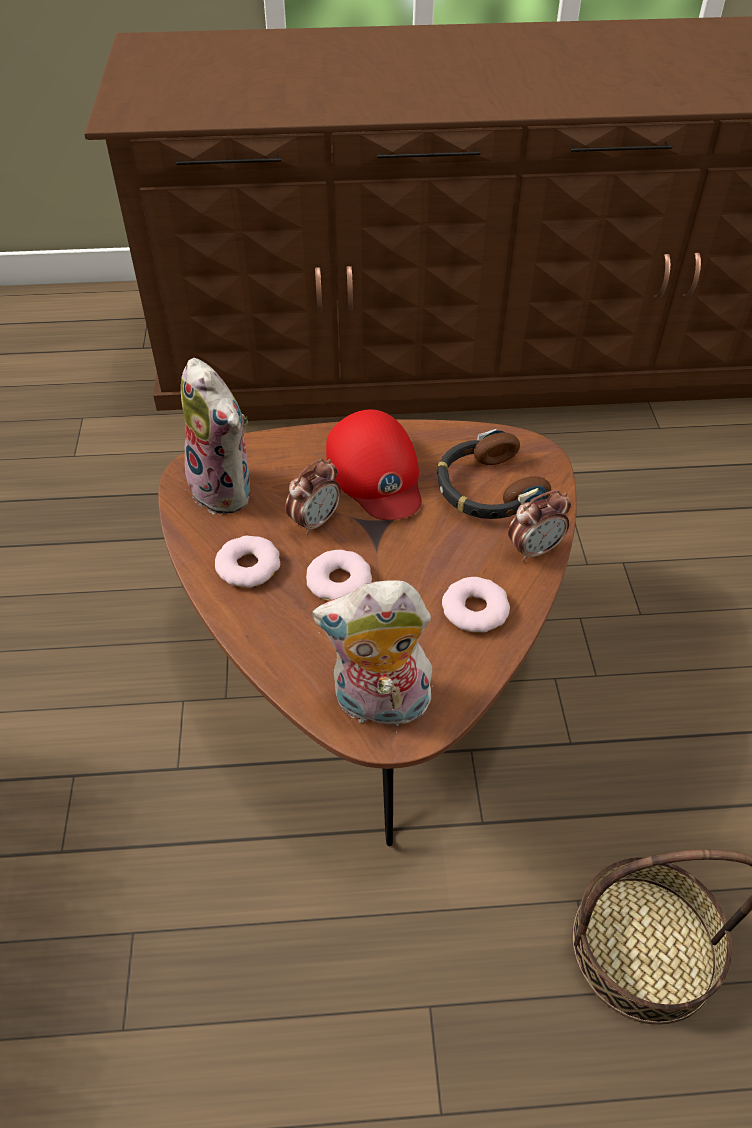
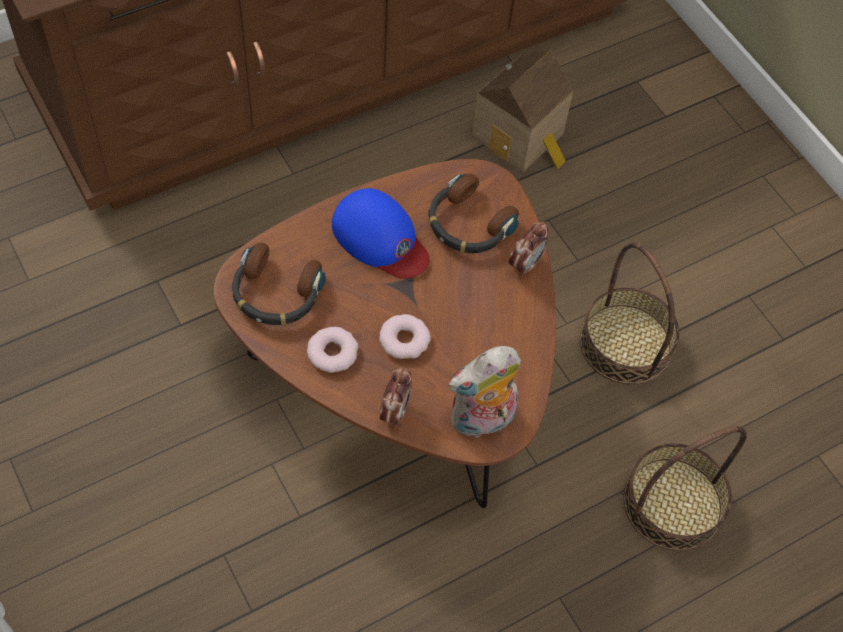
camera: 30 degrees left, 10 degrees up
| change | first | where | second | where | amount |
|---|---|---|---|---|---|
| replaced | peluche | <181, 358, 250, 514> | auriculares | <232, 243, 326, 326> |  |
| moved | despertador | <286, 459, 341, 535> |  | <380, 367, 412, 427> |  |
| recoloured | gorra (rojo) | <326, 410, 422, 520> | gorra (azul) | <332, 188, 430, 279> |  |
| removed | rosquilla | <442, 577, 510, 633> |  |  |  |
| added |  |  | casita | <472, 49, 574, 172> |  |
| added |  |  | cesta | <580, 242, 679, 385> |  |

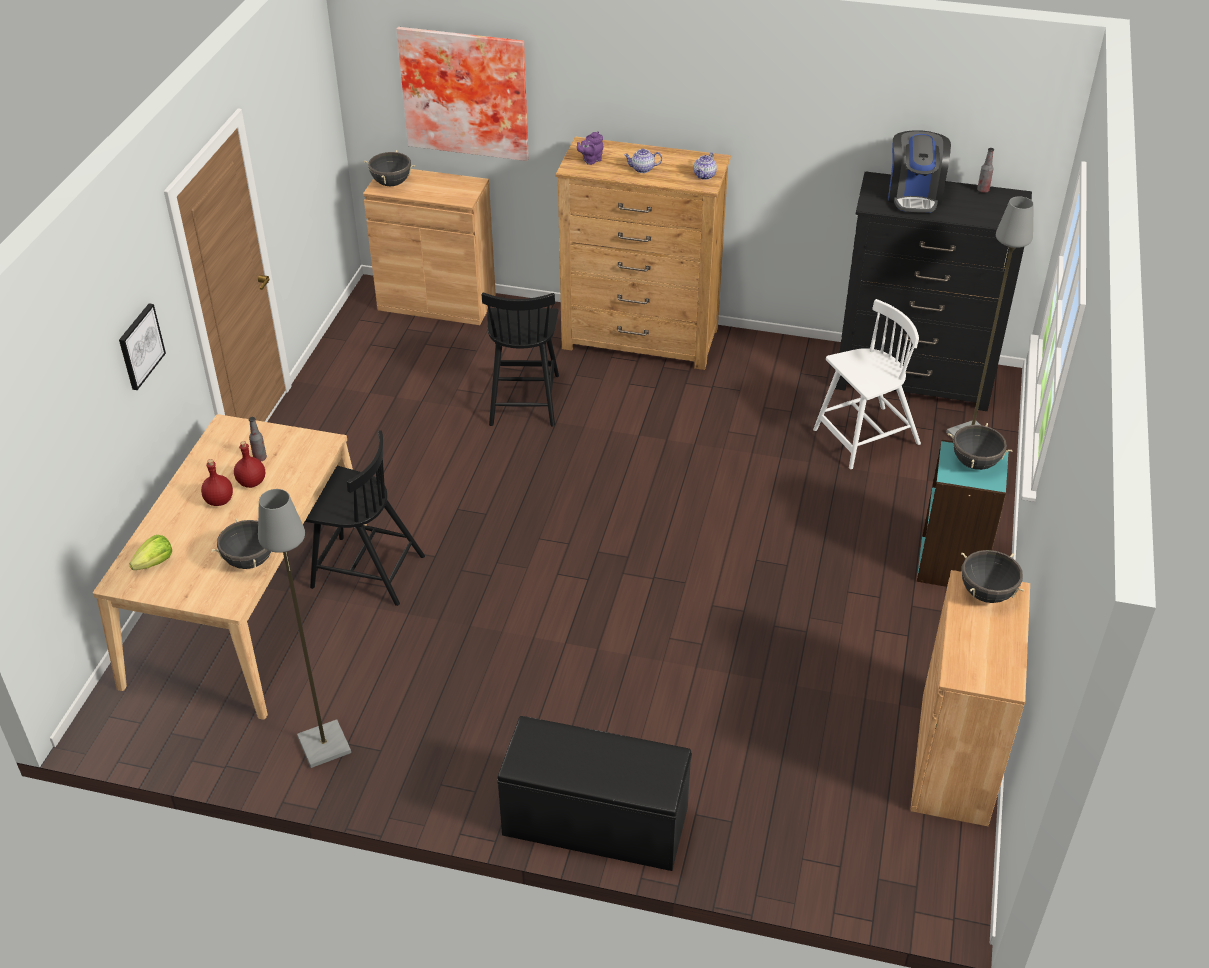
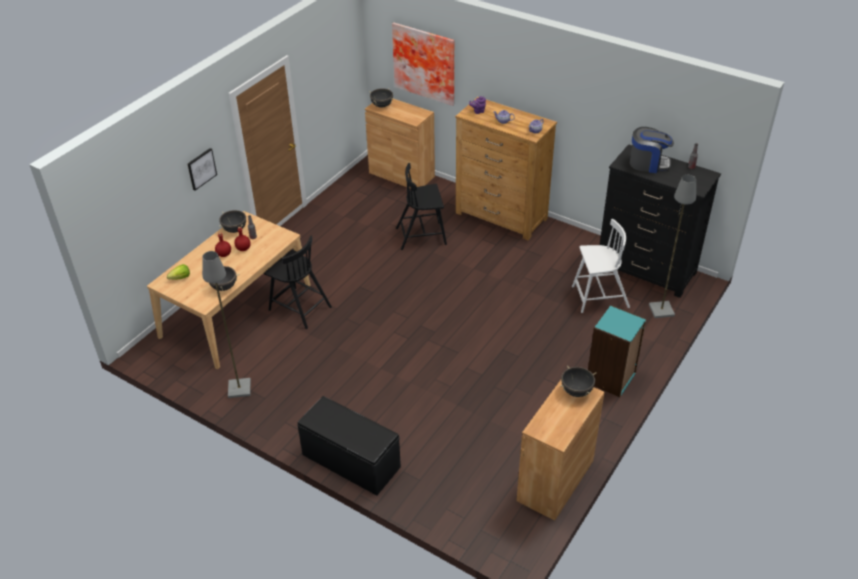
camera: 20 degrees right, 0 degrees up
| change | first | where | second | where | amount |
|---|---|---|---|---|---|
| turned | silla (negro) | <482, 292, 559, 427> |  | <396, 163, 447, 250> | 60 degrees clockwise |
| turned | cafetera | <888, 130, 951, 213> |  | <630, 127, 674, 173> | 105 degrees counterclockwise |
| moved | olla (negro) | <948, 423, 1013, 470> |  | <219, 210, 246, 233> |  |

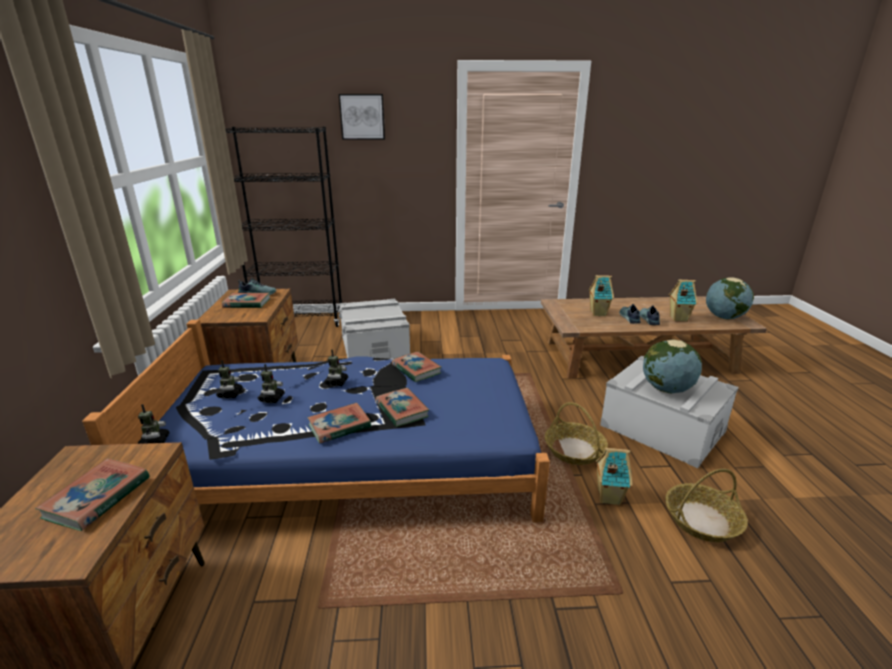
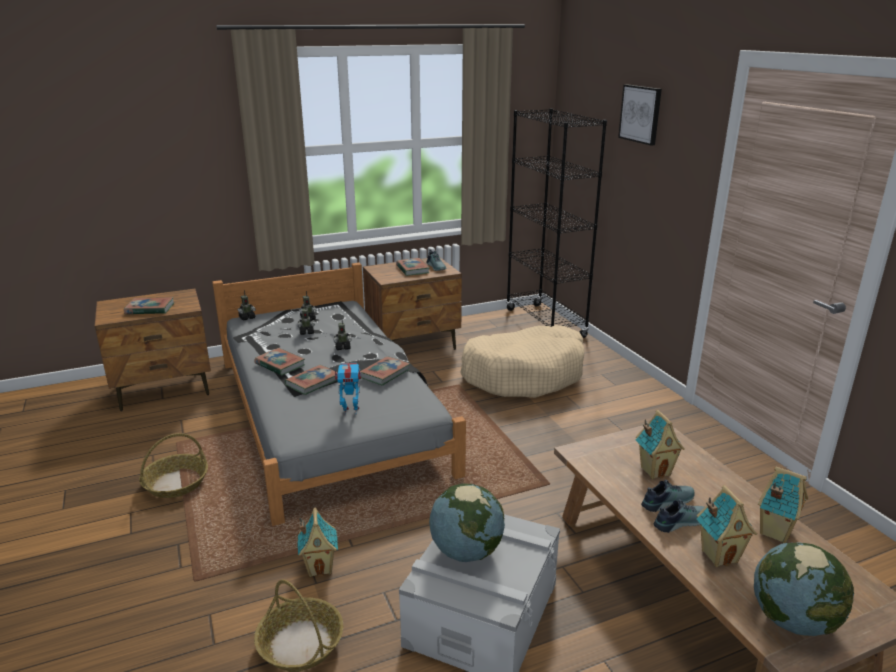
camera: 70 degrees right, 0 degrees up
| change | first | where | second | where | amount |
|---|---|---|---|---|---|
| recoloured | cama (azul) | <82, 320, 550, 523> | cama (gris) | <212, 263, 466, 526> |  |
| replaced | caja de almacenaje (gris) | <338, 299, 410, 358> | cama para perro (beis) | <460, 325, 584, 398> |  |
| moved | cesta | <545, 402, 608, 465> |  | <139, 433, 208, 498> |  |
| added |  |  | robot de juguete | <334, 363, 361, 415> |  |
| added |  |  | casita | <758, 466, 808, 543> |  |

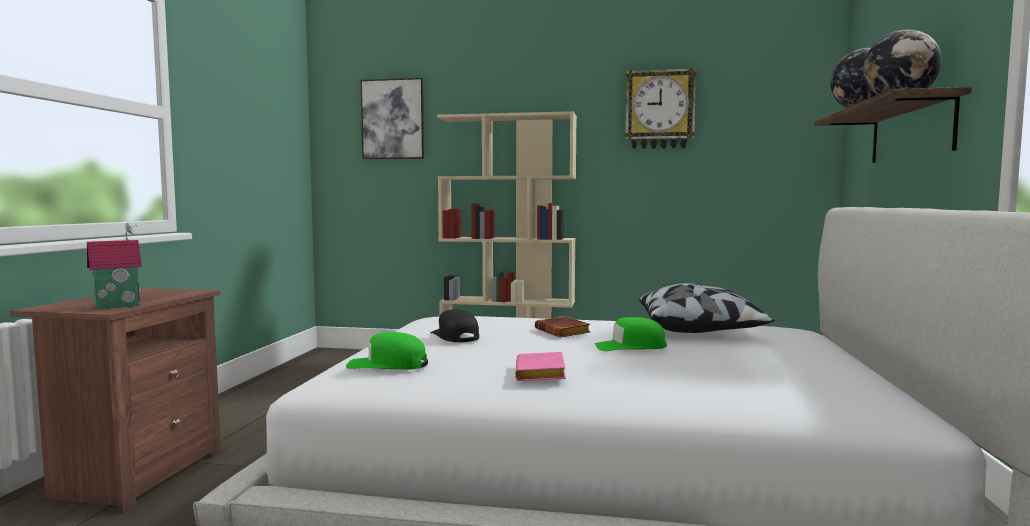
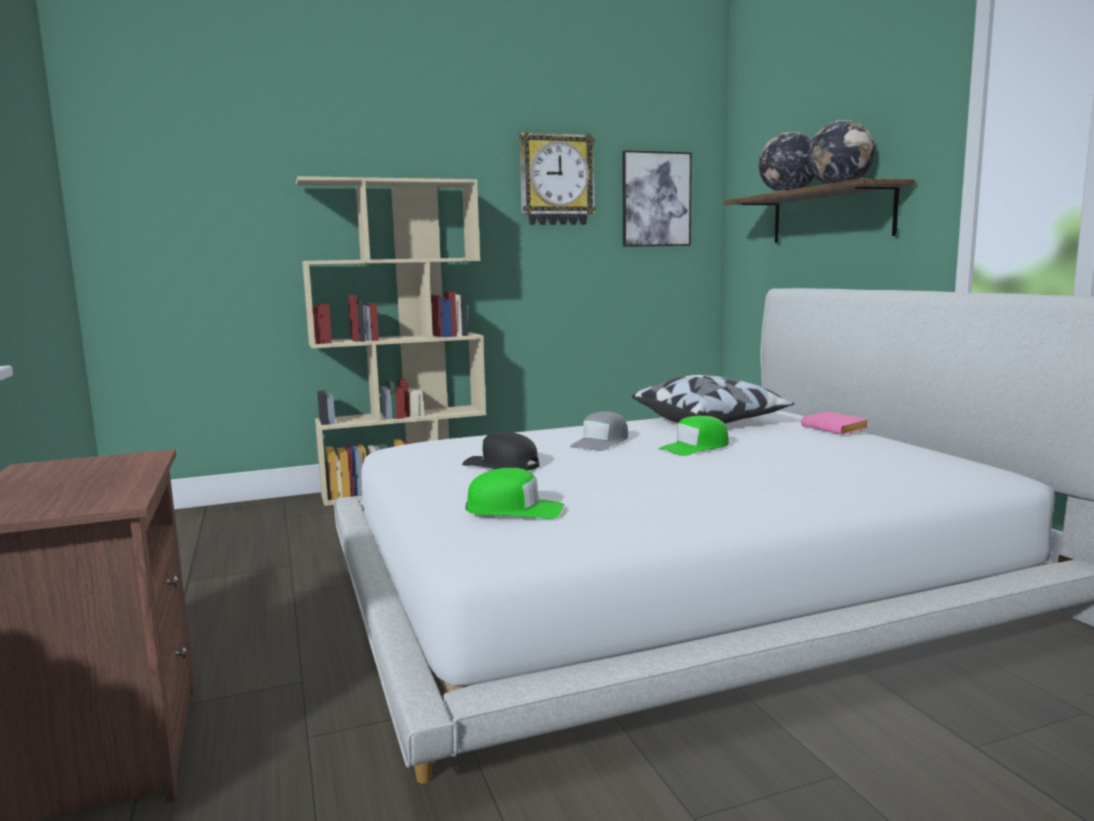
camera: 30 degrees left, 5 degrees up
| change | first | where | second | where | amount |
|---|---|---|---|---|---|
| removed | casita | <87, 223, 142, 310> |  |  |  |
| turned | gorra (verde) | <346, 332, 428, 370> |  | <466, 468, 564, 519> | 150 degrees counterclockwise |
| moved | cuadro | <360, 78, 424, 159> |  | <622, 150, 692, 247> |  |
| moved | libro (rosa) | <515, 352, 566, 381> |  | <801, 411, 869, 435> |  |
| replaced | libro (marrón) | <535, 316, 590, 338> | gorra (gris) | <570, 411, 628, 451> |  |

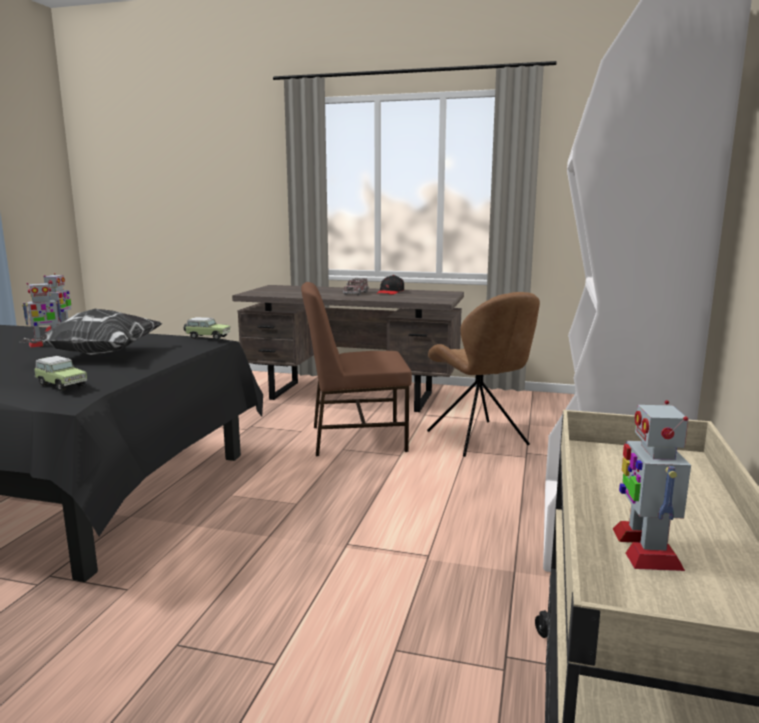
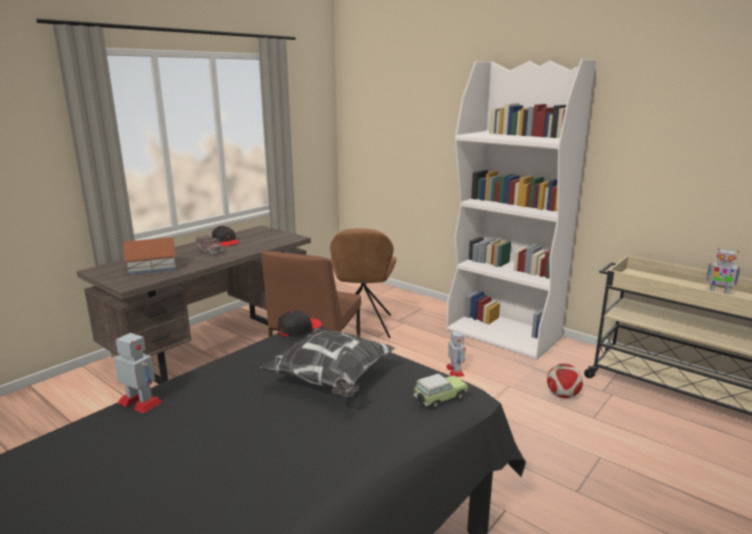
camera: 65 degrees left, 5 degrees up
| change | first | where | second | where | amount |
|---|---|---|---|---|---|
| moved | robot de juguete | <22, 282, 62, 348> |  | <446, 330, 466, 377> |  |
| replaced | coche de juguete | <184, 317, 230, 340> | gorra (negro) | <278, 310, 322, 337> |  |
| turned | silla (marrón) | <427, 292, 540, 457> |  | <330, 228, 396, 338> | 90 degrees clockwise |
| added |  |  | casita | <123, 237, 177, 276> |  |
| added |  |  | balón de fútbol | <547, 363, 583, 398> |  |

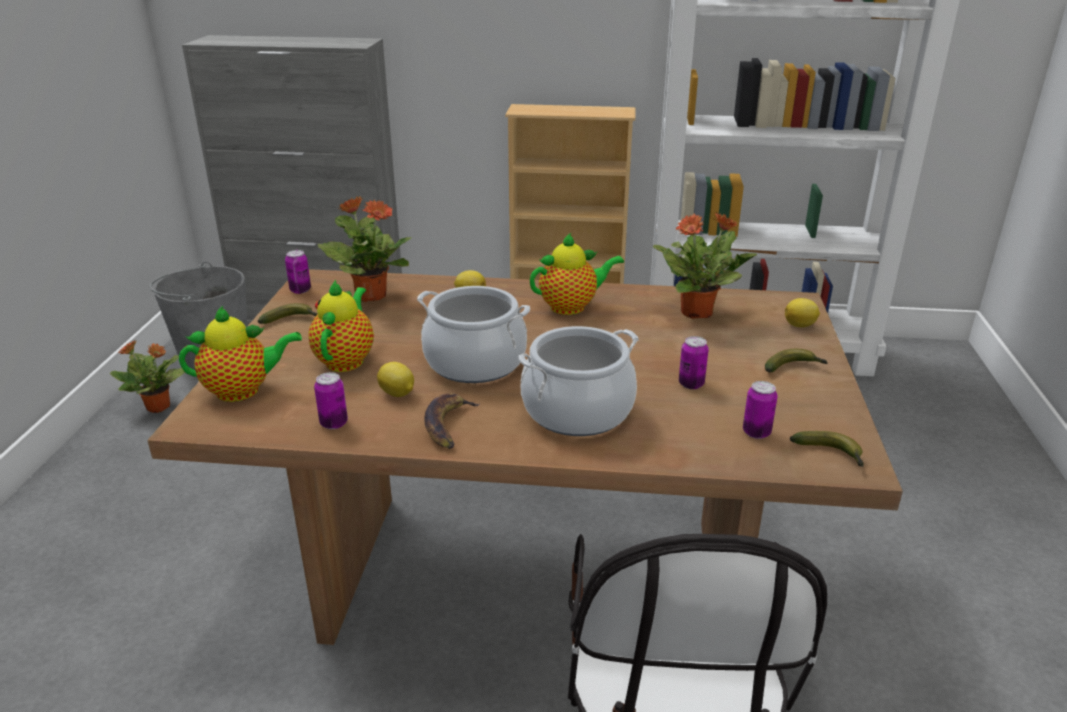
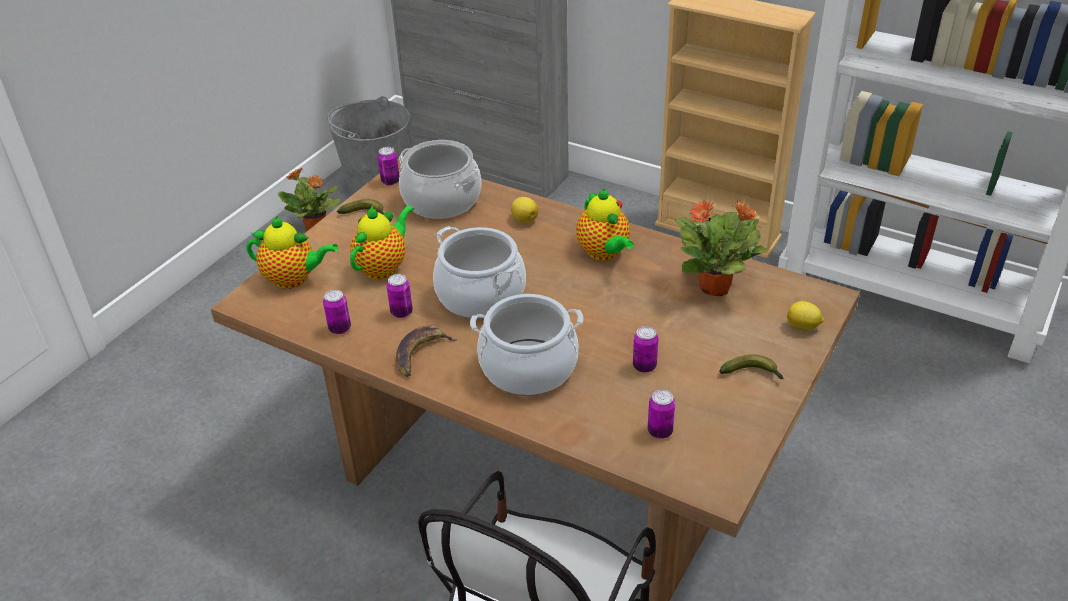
camera: 25 degrees right, 10 degrees up
| change | first | where | second | where | amount |
|---|---|---|---|---|---|
| replaced | planta en maceta | <318, 196, 412, 302> | olla | <399, 140, 481, 219> |  |
| replaced | limón | <377, 362, 414, 397> | lata | <387, 274, 413, 318> |  |
| turned | tetera | <530, 232, 624, 315> |  | <576, 189, 634, 261> | 60 degrees clockwise |
| removed | plátano | <790, 431, 864, 467> |  |  |  |

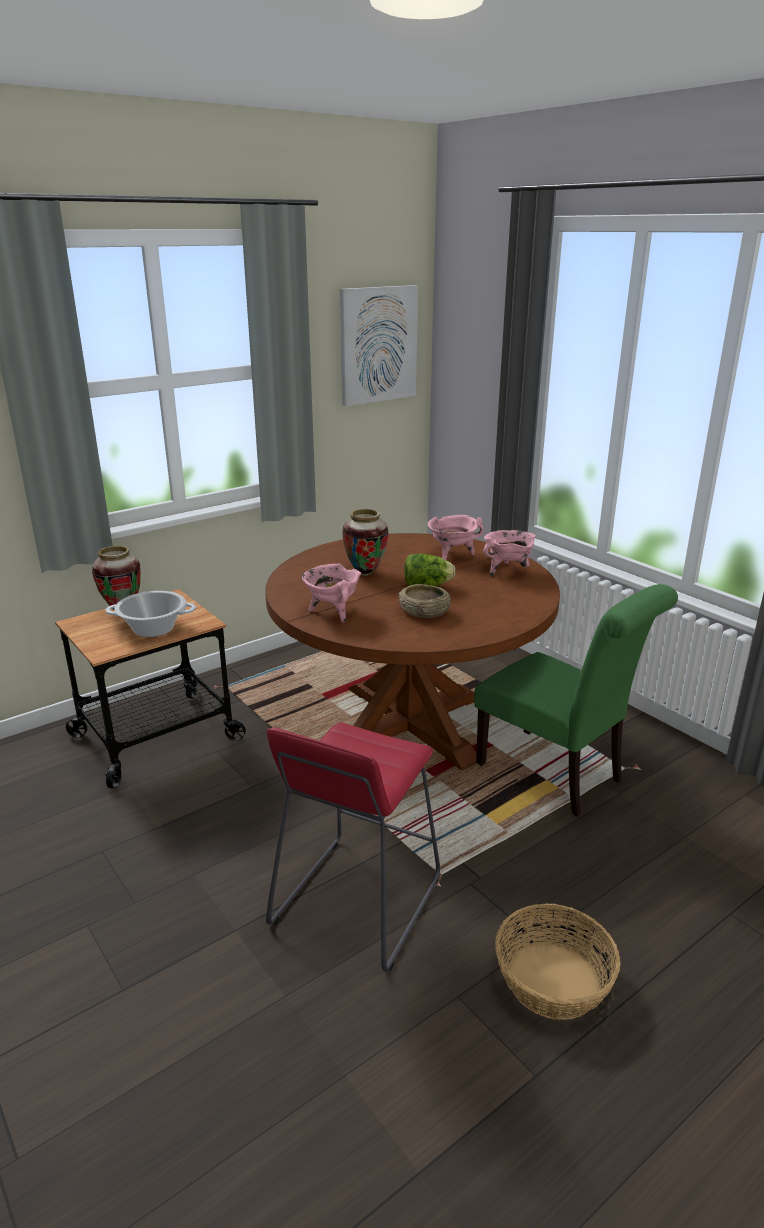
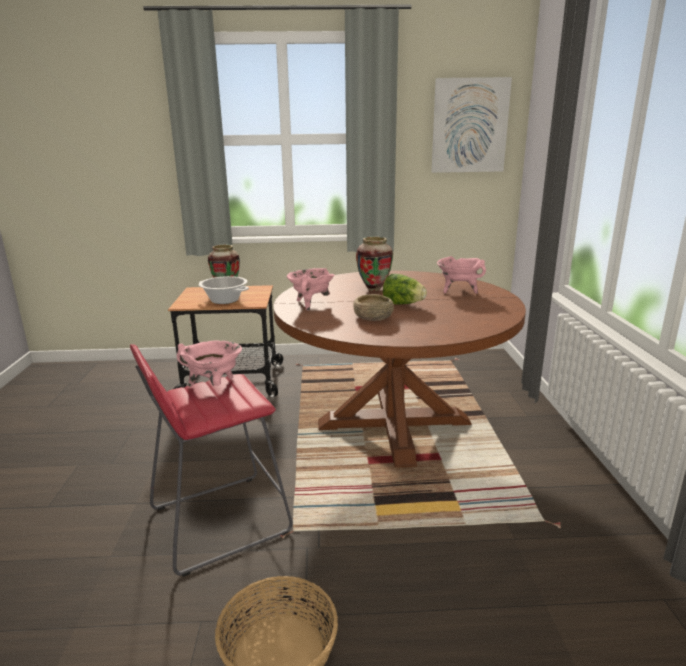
camera: 35 degrees right, 5 degrees down
| change | first | where | second | where | amount |
|---|---|---|---|---|---|
| removed | silla (verde) | <474, 584, 678, 817> |  |  |  |
| moved | olla (rosa) | <483, 530, 536, 576> |  | <177, 341, 242, 387> |  |

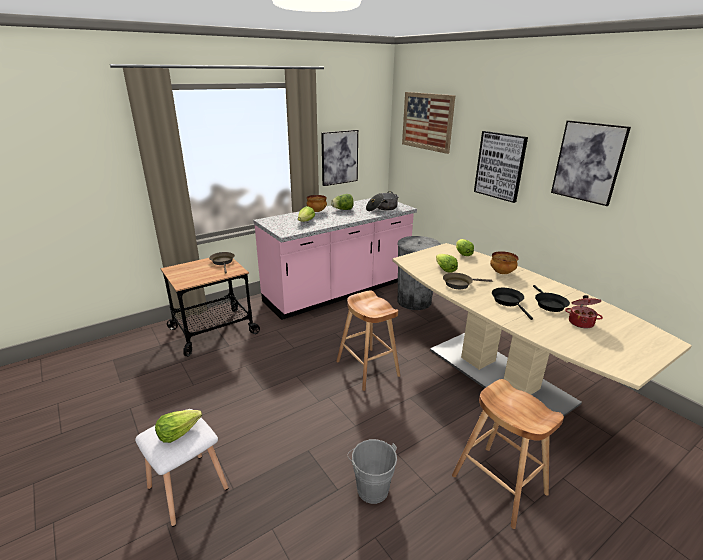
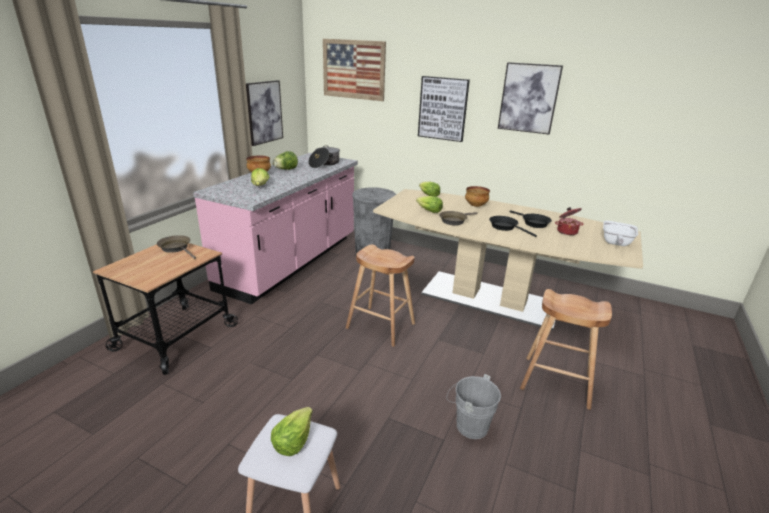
camera: 30 degrees left, 0 degrees up
| change | first | where | second | where | amount |
|---|---|---|---|---|---|
| added |  |  | sartén | <603, 221, 638, 246> |  |

